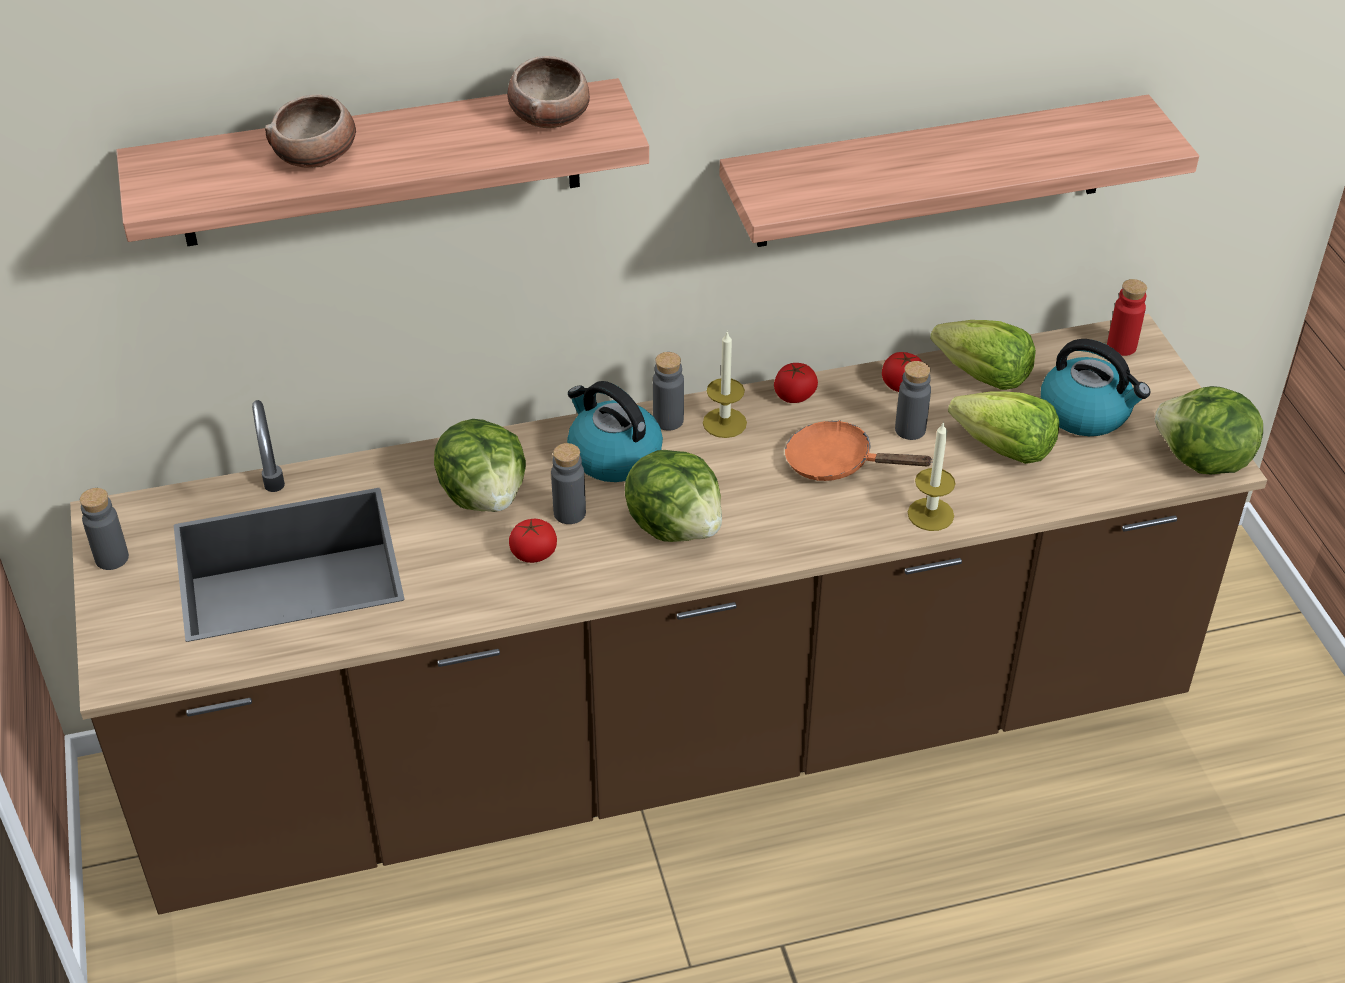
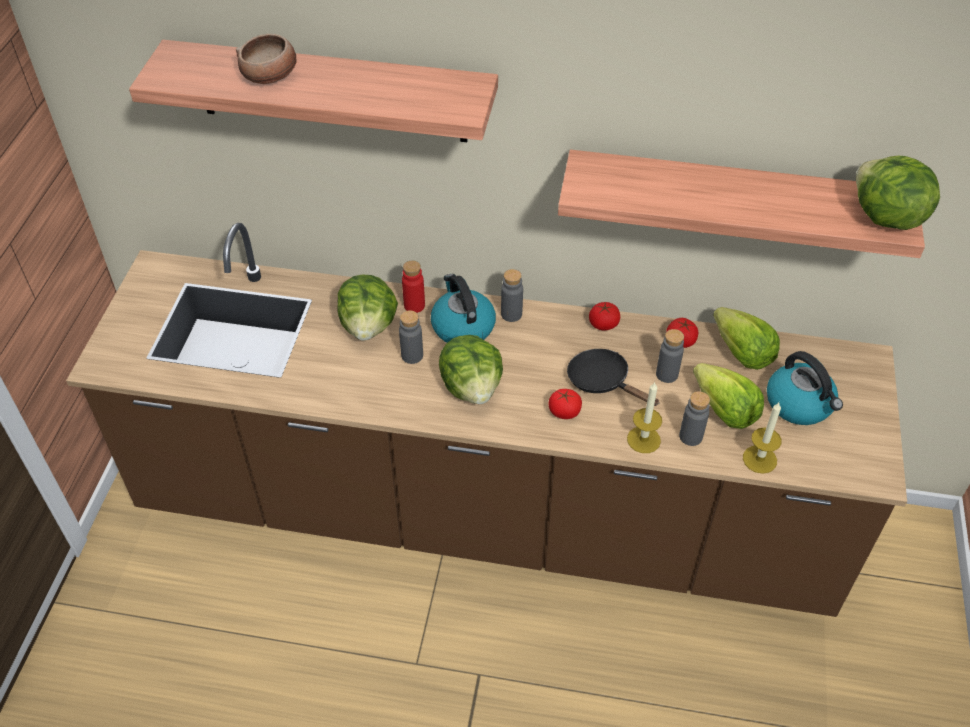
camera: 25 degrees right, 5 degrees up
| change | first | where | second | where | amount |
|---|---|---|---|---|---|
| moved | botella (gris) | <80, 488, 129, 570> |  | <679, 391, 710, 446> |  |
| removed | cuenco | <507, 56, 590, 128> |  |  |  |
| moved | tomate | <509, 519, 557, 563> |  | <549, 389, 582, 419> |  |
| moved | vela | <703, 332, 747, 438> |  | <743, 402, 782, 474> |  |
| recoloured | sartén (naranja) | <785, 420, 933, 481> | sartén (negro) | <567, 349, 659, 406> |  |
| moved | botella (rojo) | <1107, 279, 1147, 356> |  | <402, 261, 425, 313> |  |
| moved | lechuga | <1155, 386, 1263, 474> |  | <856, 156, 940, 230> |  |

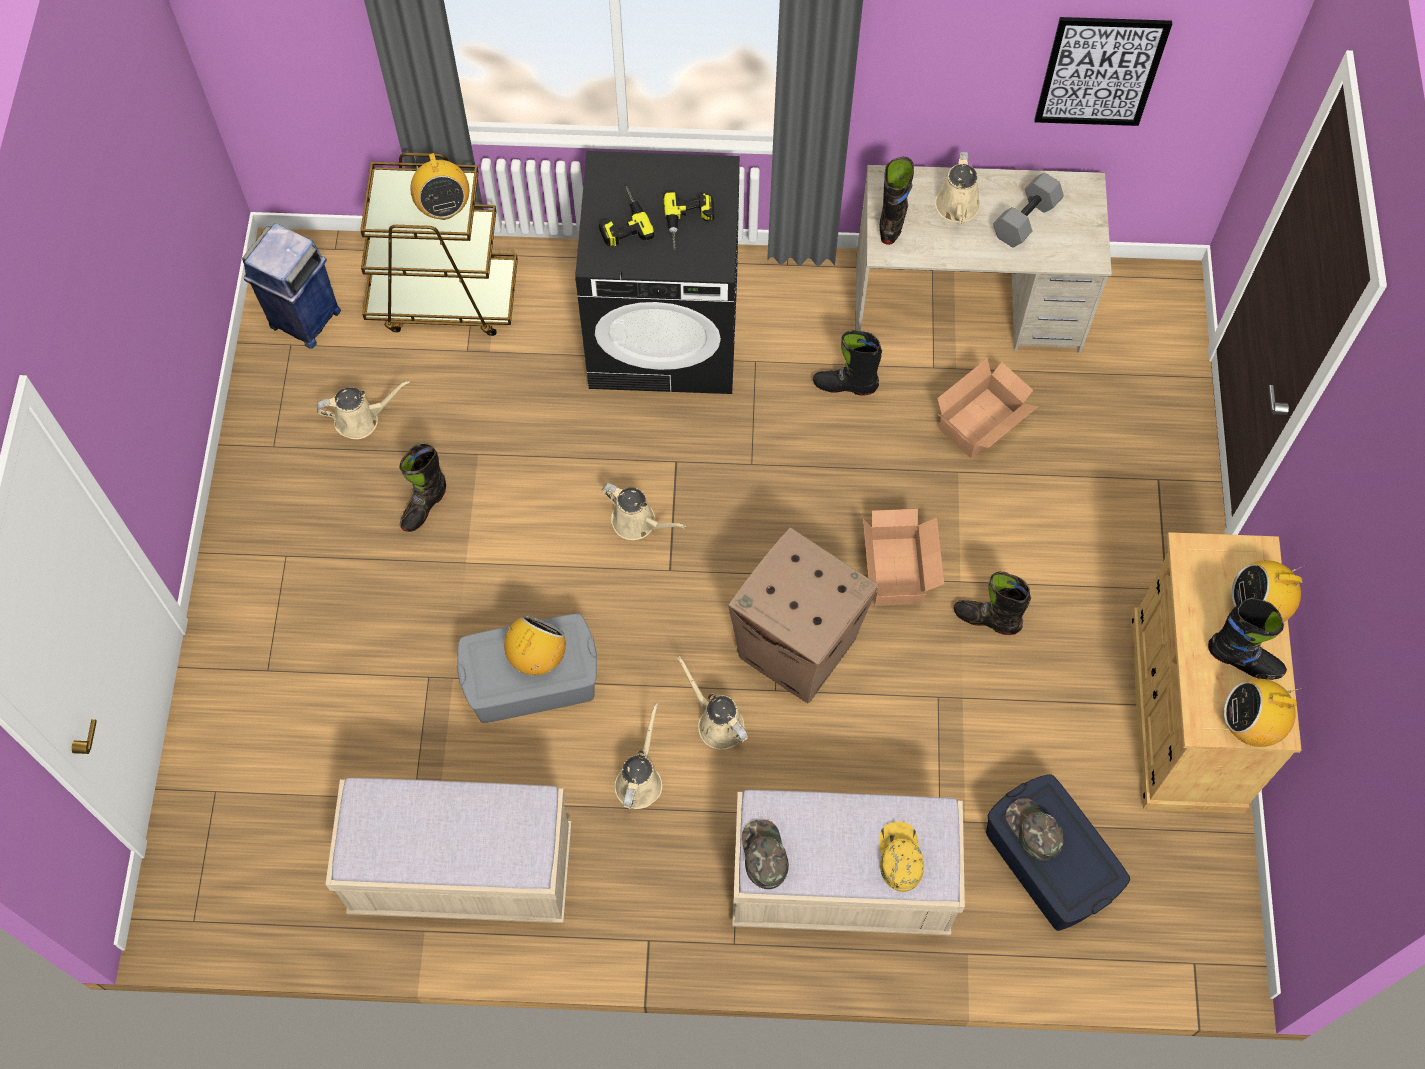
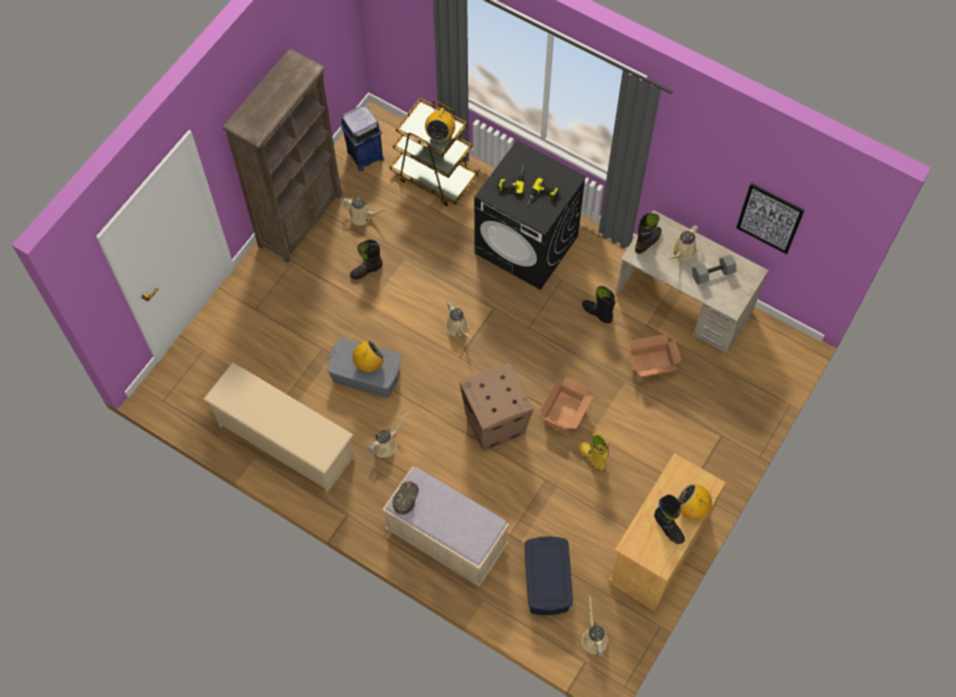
camera: 30 degrees right, 0 degrees up
| change | first | where | second | where | amount |
|---|---|---|---|---|---|
| replaced | banco (beis) | <325, 778, 572, 923> | zapatero (beis) | <203, 362, 355, 493> |  |
| moved | regadera (beis) | <677, 656, 748, 750> |  | <582, 595, 608, 655> |  |
| removed | gorra (amarillo) | <879, 821, 924, 892> |  |  |  |
| recoloured | bota (negro) | <954, 572, 1031, 635> | bota (amarillo) | <578, 434, 609, 472> |  |
| removed | gorra (verde) | <1006, 798, 1063, 861> |  |  |  |
| removed | radio | <1224, 679, 1303, 747> |  |  |  |
| added |  |  | estantería (marrón) | <222, 49, 342, 263> |  |

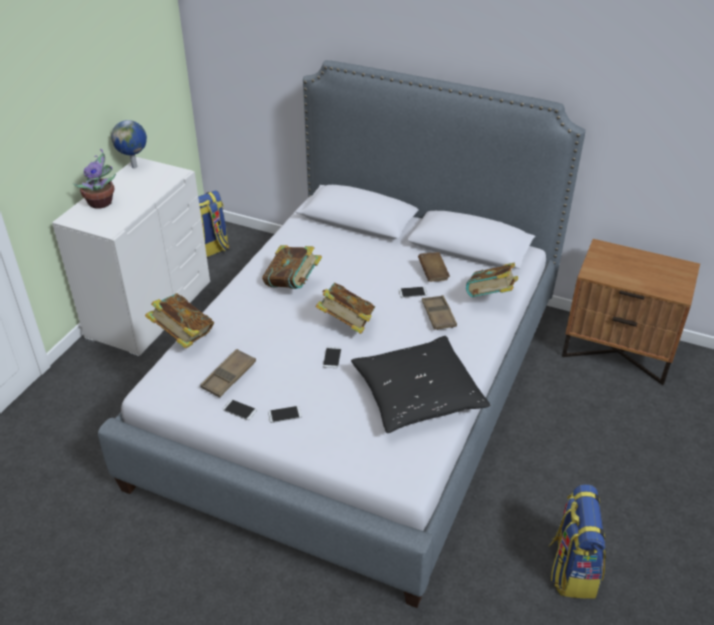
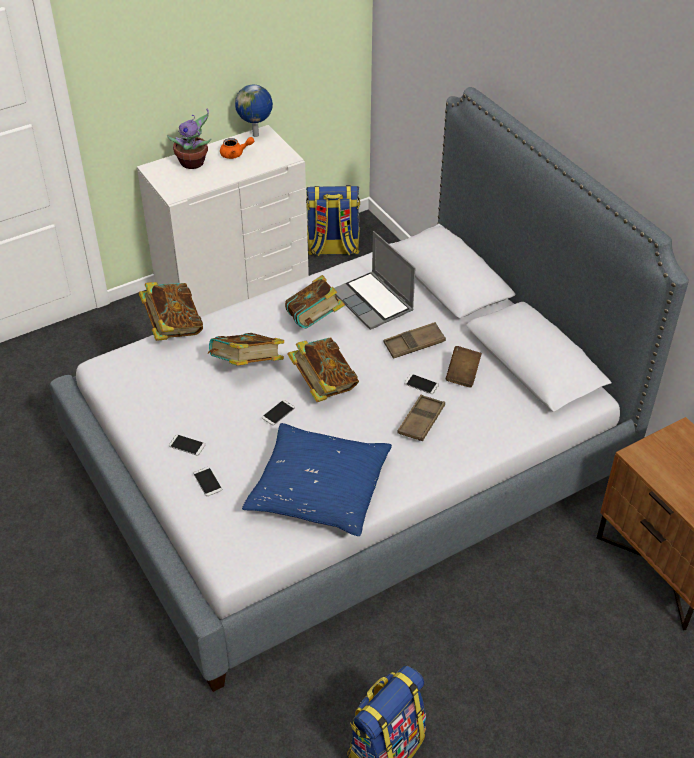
camera: 35 degrees right, 5 degrees up
| change | first | where | second | where | amount |
|---|---|---|---|---|---|
| moved | bandeja (marrón) | <200, 349, 256, 398> |  | <383, 322, 446, 359> |  |
| moved | móvil | <223, 399, 257, 420> |  | <193, 467, 222, 496> |  |
| recoloured | cojín (negro) | <351, 336, 490, 433> | cojín (azul) | <242, 423, 392, 536> |  |
| moved | libro | <466, 263, 518, 297> |  | <208, 333, 284, 366> |  |
| added |  |  | tetera (naranja) | <220, 137, 254, 159> |  |
| added |  |  | portátil | <334, 231, 415, 330> |  |

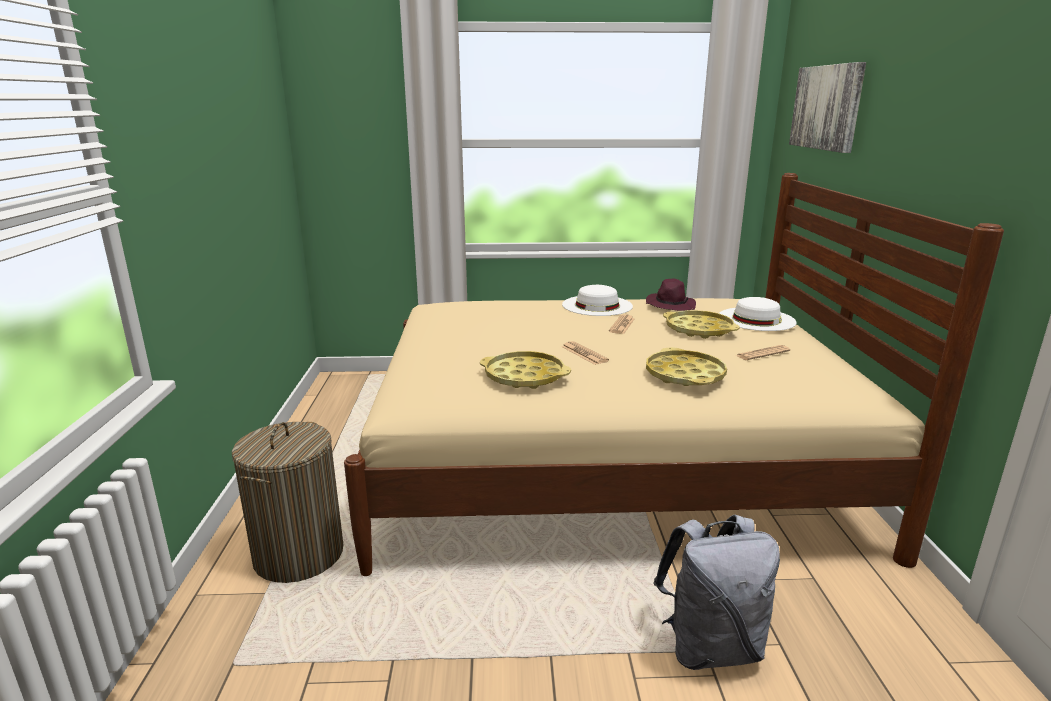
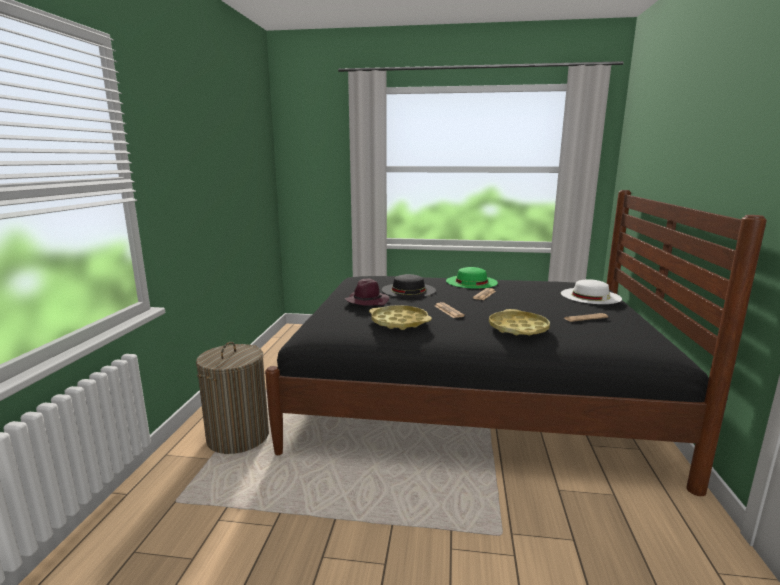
camera: 10 degrees right, 5 degrees down
| change | first | where | second | where | amount |
|---|---|---|---|---|---|
| recoloured | cama (beis) | <344, 173, 1004, 576> | cama (negro) | <265, 190, 767, 496> |  |
| recoloured | sombrero (blanco) | <562, 285, 633, 316> | sombrero (verde) | <446, 267, 498, 289> |  |
| moved | sombrero (morado) | <646, 279, 696, 311> |  | <345, 279, 389, 306> |  |
| removed | mochila (gris) | <653, 515, 780, 670> |  |  |  |
| removed | bandeja (amarillo) | <663, 310, 740, 339> |  |  |  |
| removed | cuadro | <789, 62, 866, 153> |  |  |  |
| added |  |  | sombrero (negro) | <381, 274, 436, 298> |  |

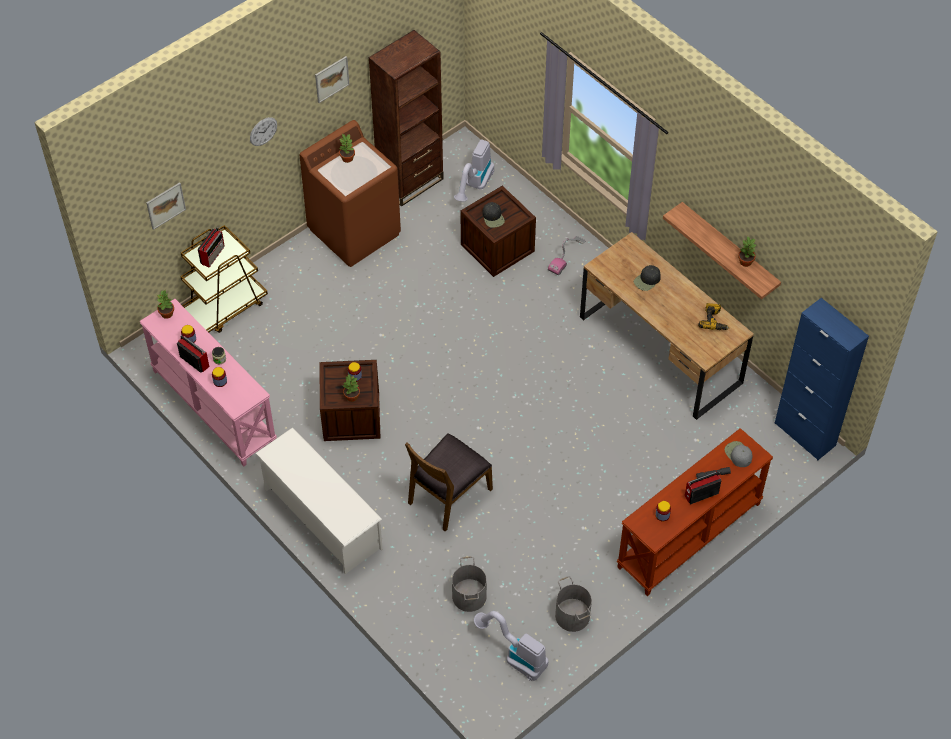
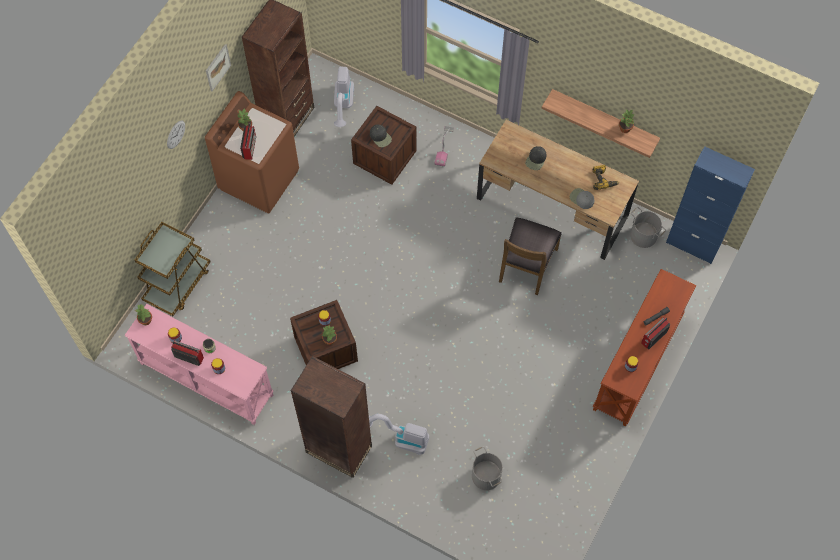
camera: 20 degrees left, 10 degrees up
| change | first | where | second | where | amount |
|---|---|---|---|---|---|
| removed | cuadro | <146, 182, 186, 230> |  |  |  |
| moved | radio | <198, 227, 225, 268> |  | <240, 124, 256, 160> |  |
| replaced | zapatero (blanco) | <255, 427, 383, 574> | estantería (marrón) | <291, 356, 372, 478> |  |
| moved | silla (marrón) | <405, 433, 493, 531> |  | <499, 217, 562, 295> |  |
| moved | aspiradora | <474, 611, 548, 681> |  | <369, 414, 429, 455> |  |
| moved | cubo (gris) | <555, 576, 592, 632> |  | <630, 207, 666, 248> |  |
| moved | gorra (gris) | <725, 441, 752, 467> |  | <570, 188, 594, 209> |  |

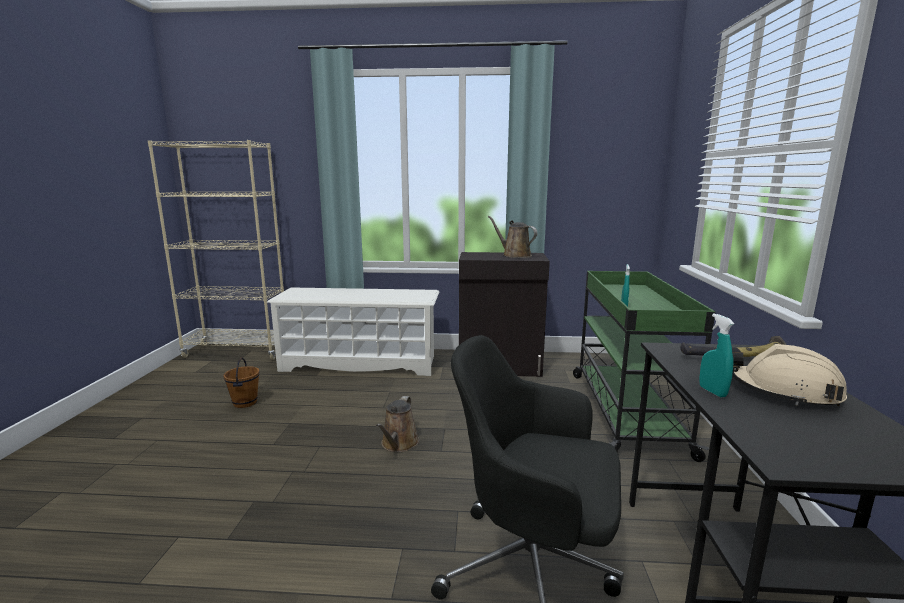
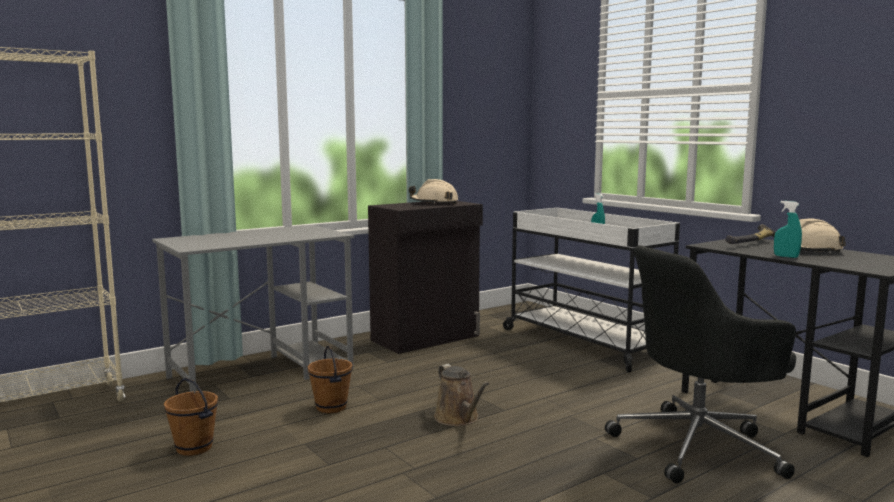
camera: 40 degrees left, 5 degrees down
| change | first | where | second | where | amount |
|---|---|---|---|---|---|
| replaced | zapatero (blanco) | <266, 287, 439, 376> | escritorio (gris) | <152, 225, 354, 393> |  |
| replaced | regadera (marrón) | <488, 216, 537, 258> | casco (beis) | <409, 179, 458, 204> |  |
| recoloured | carrito (verde) | <573, 271, 715, 462> | carrito (blanco) | <503, 208, 680, 372> |  |
| added |  |  | cubo (marrón) | <308, 345, 353, 413> |  |

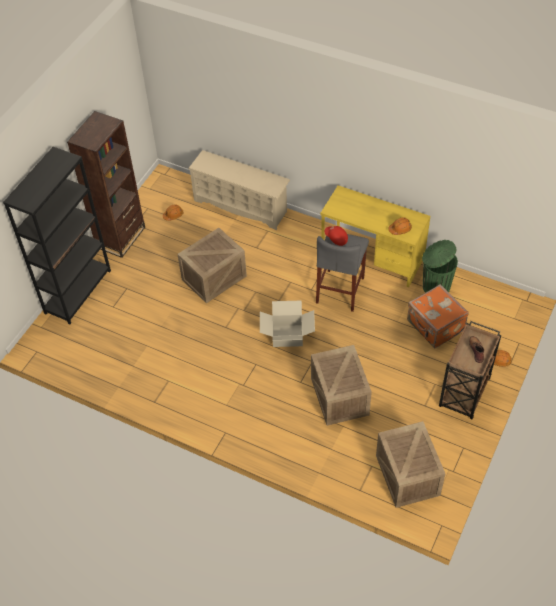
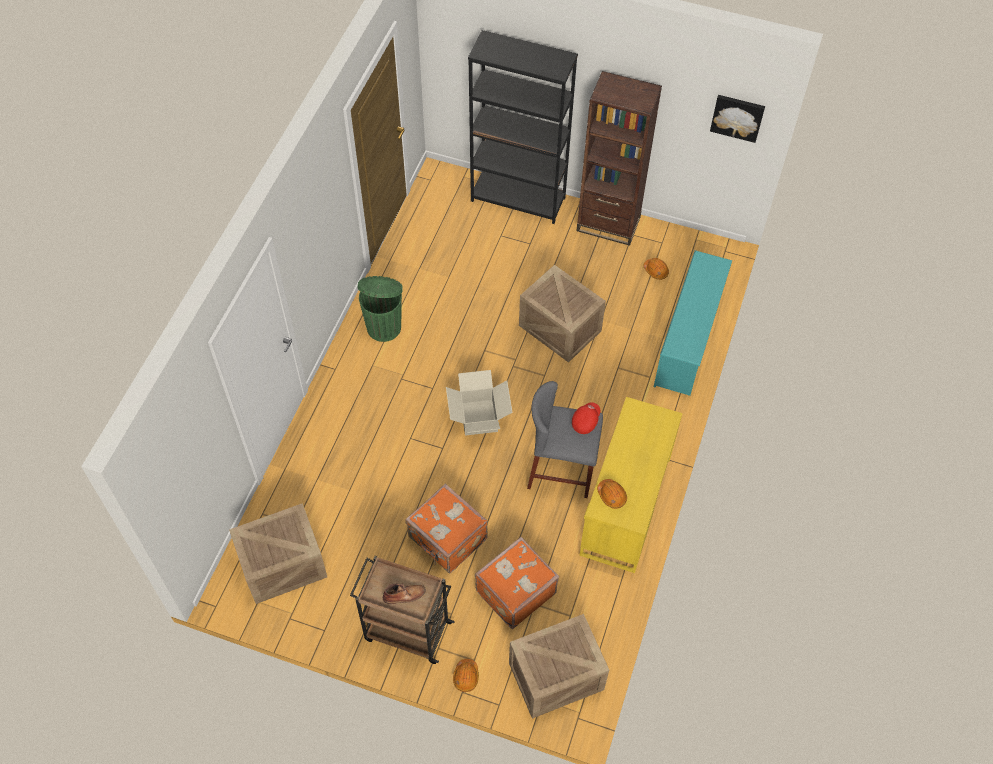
camera: 80 degrees right, 5 degrees up
| change | first | where | second | where | amount |
|---|---|---|---|---|---|
| recoloured | zapatero (beis) | <188, 150, 290, 230> | zapatero (turquesa) | <654, 250, 732, 396> |  |
| moved | caja de embalaje | <311, 345, 372, 426> |  | <509, 614, 609, 719> |  |
| moved | papelera (verde) | <422, 240, 458, 293> |  | <358, 276, 403, 342> |  |
| added |  |  | maleta (naranja) | <405, 484, 488, 573> |  |
| added |  |  | cuadro | <710, 95, 765, 143> |  |

